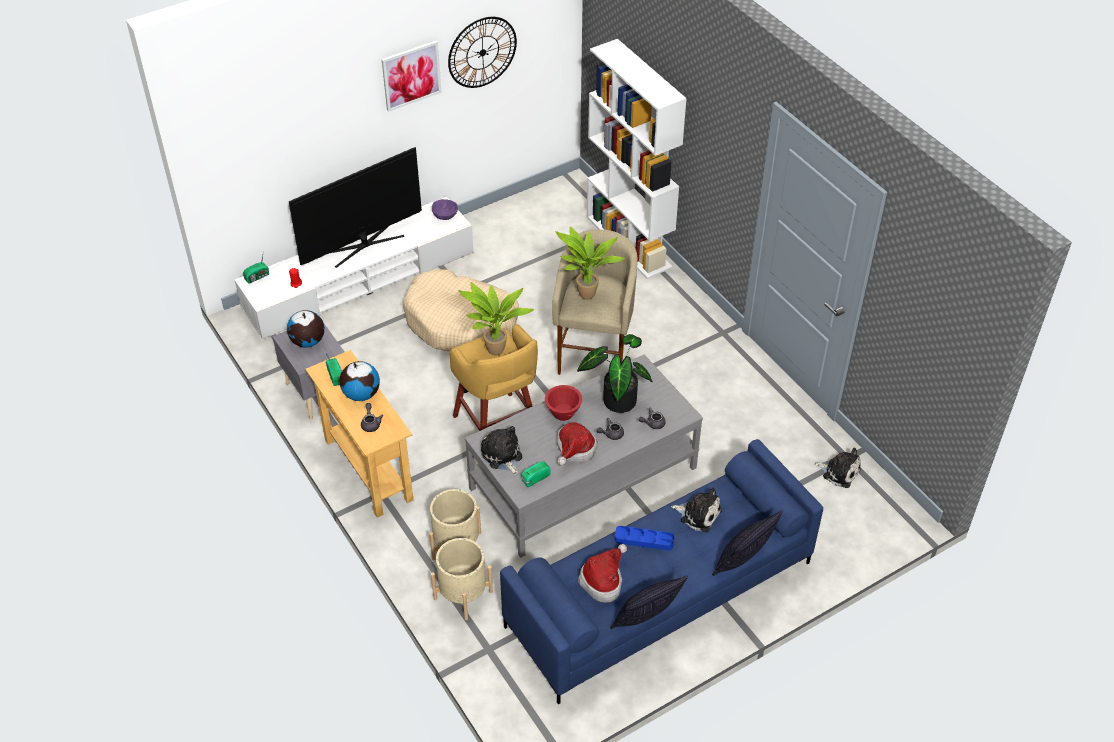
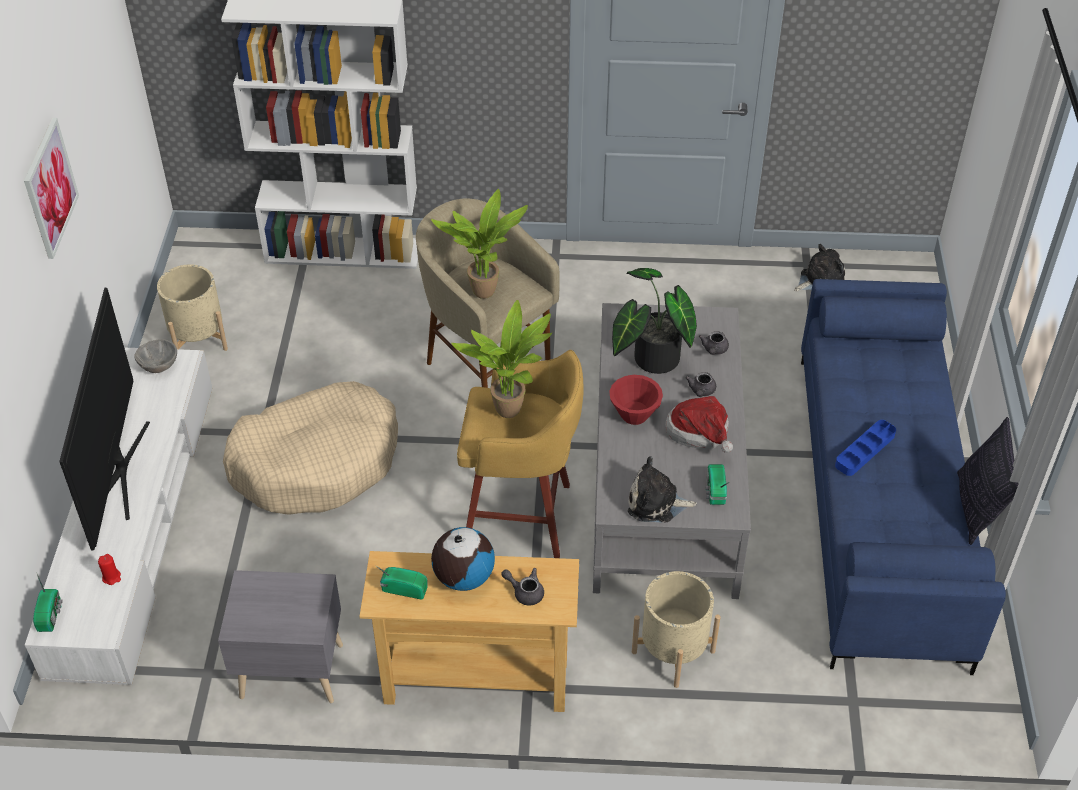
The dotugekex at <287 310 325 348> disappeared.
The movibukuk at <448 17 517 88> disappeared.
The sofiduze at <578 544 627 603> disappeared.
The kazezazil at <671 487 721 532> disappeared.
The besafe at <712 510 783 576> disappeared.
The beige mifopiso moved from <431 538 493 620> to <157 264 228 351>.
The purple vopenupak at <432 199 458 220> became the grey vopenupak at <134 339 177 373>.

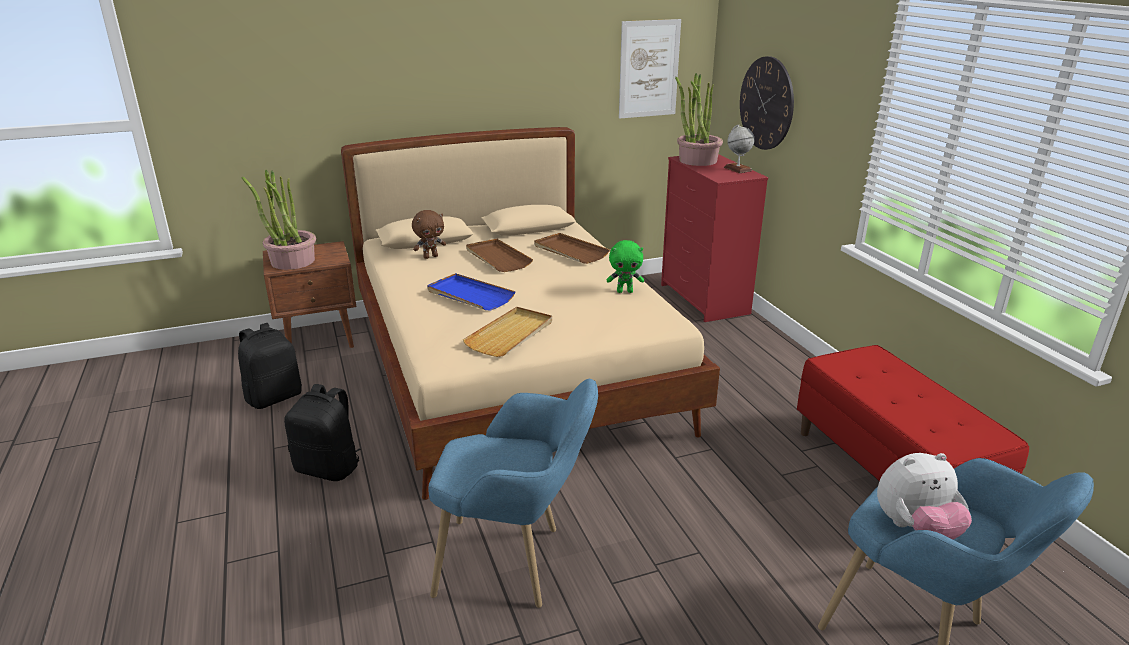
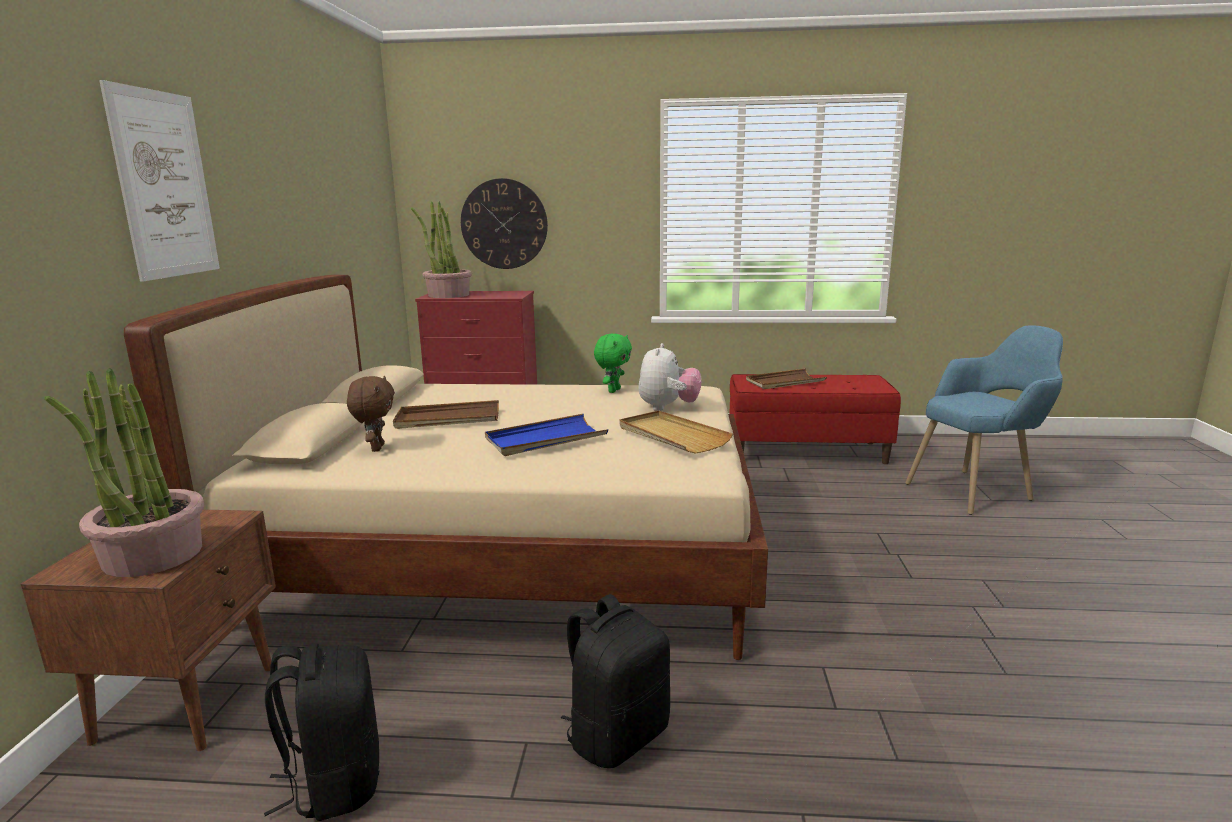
The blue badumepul at <428 379 598 608> disappeared.
The dotugekex at <724 125 755 173> disappeared.
The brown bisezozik moved from <534 233 610 264> to <746 368 827 389>.
The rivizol moved from <619 19 681 119> to <99 80 220 282>.
The kazezazil moved from <877 453 972 540> to <638 343 701 411>.

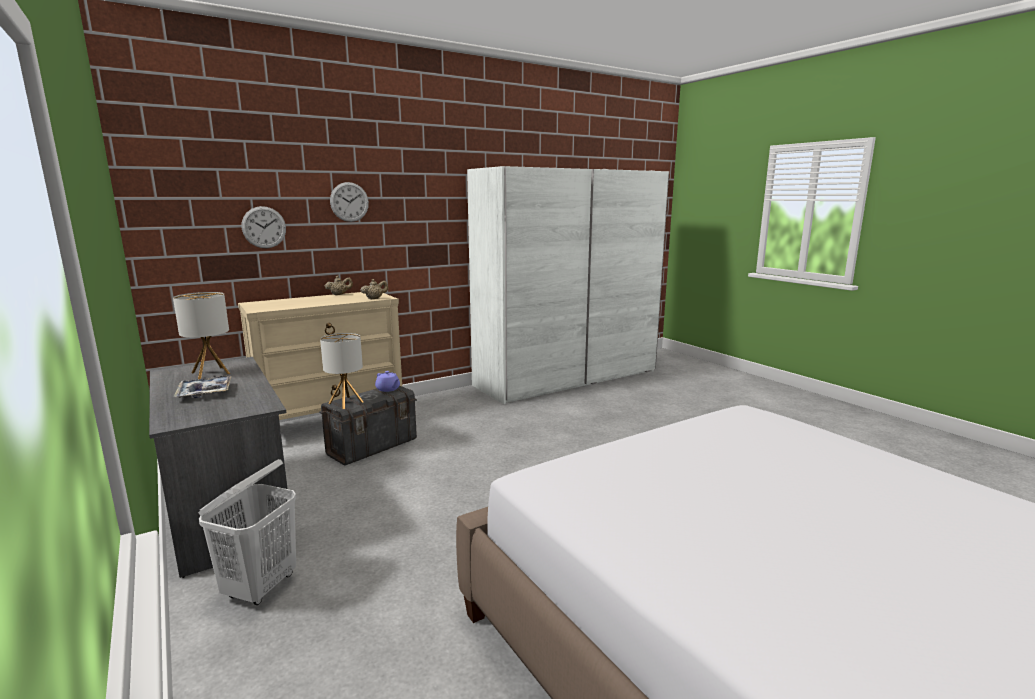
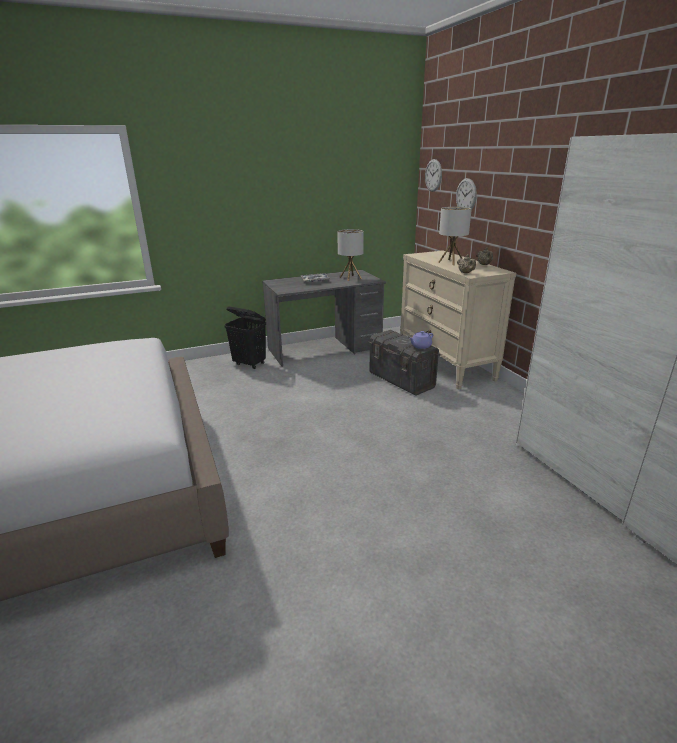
The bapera moved from <320 333 363 409> to <438 207 472 265>.
The movibukuk moved from <330 182 369 222> to <425 159 442 192>.
The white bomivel at <198 459 296 605> became the black bomivel at <224 306 266 369>.

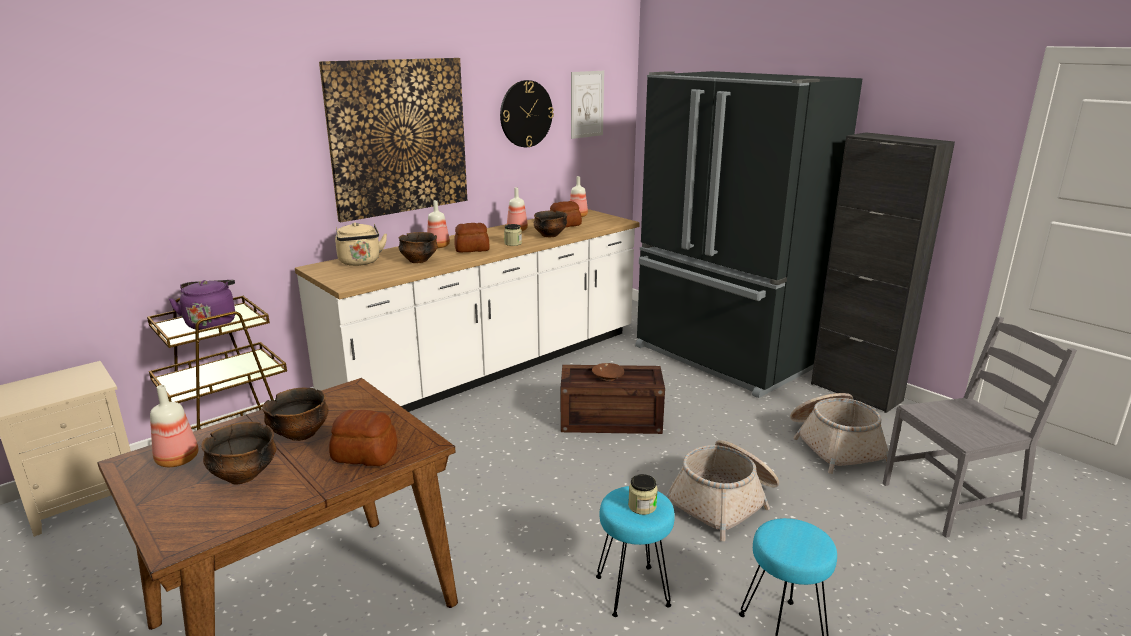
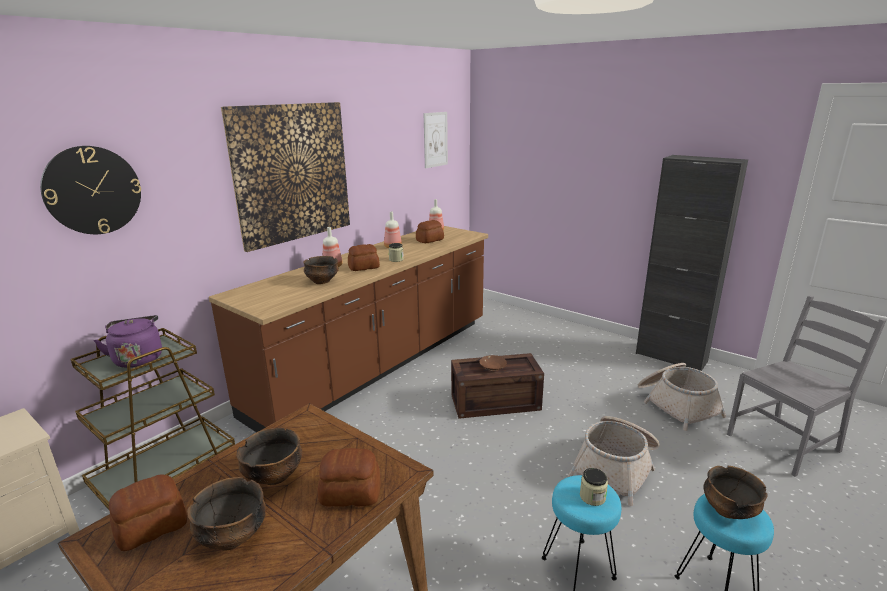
The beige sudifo at <335 222 387 266> disappeared.
The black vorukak at <635 71 863 398> disappeared.
The movibukuk moved from <500 80 554 147> to <40 146 141 234>.
The vopenupak moved from <534 210 568 237> to <704 466 767 519>.
The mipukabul at <150 385 199 467> was replaced by the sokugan at <109 474 187 551>.
The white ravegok at <295 209 640 412> became the brown ravegok at <209 226 488 432>.

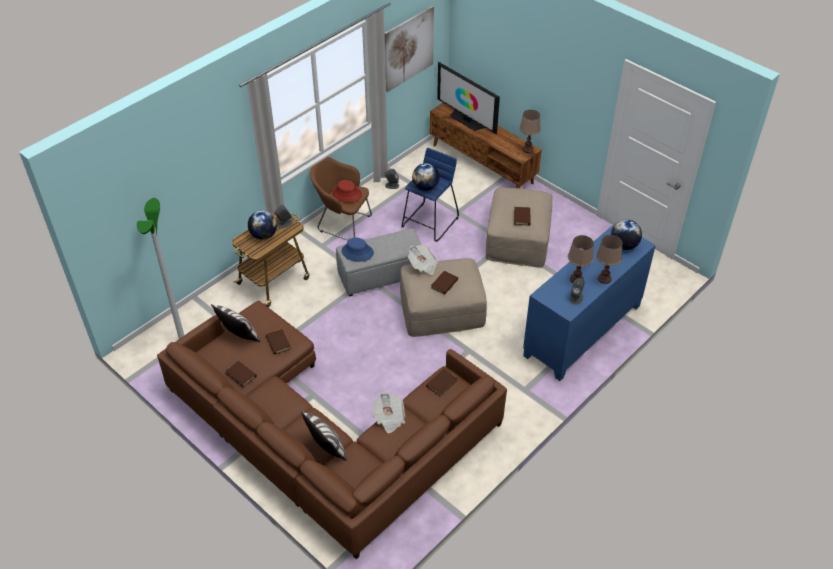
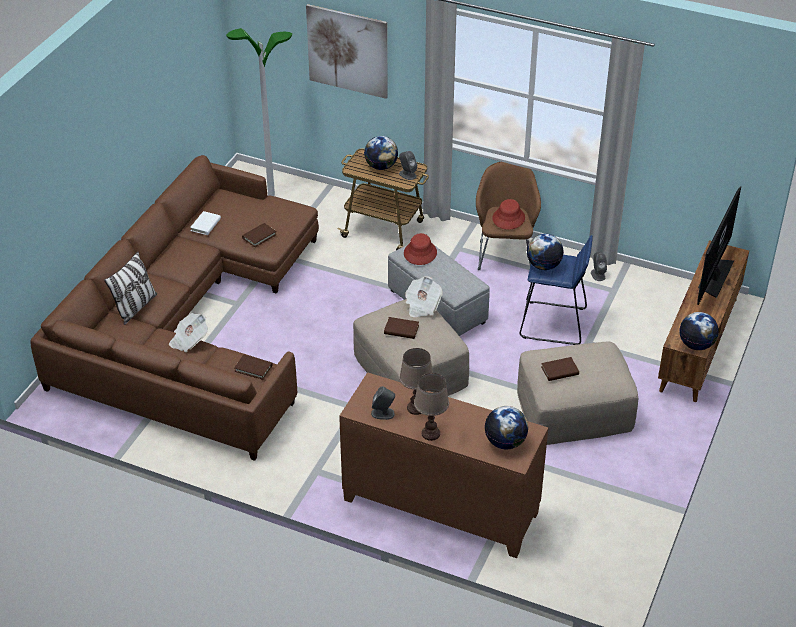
The besafe at <211 304 261 342> disappeared.
The rivizol moved from <384 6 434 92> to <306 4 388 99>.
The brown bapera at <520 110 541 153> was replaced by the dotugekex at <679 312 719 350>.
The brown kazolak at <225 361 257 387> became the white kazolak at <190 211 221 235>.
The blue sofiduze at <341 237 374 262> became the red sofiduze at <404 233 437 265>.
The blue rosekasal at <523 223 656 381> became the brown rosekasal at <339 372 548 558>.

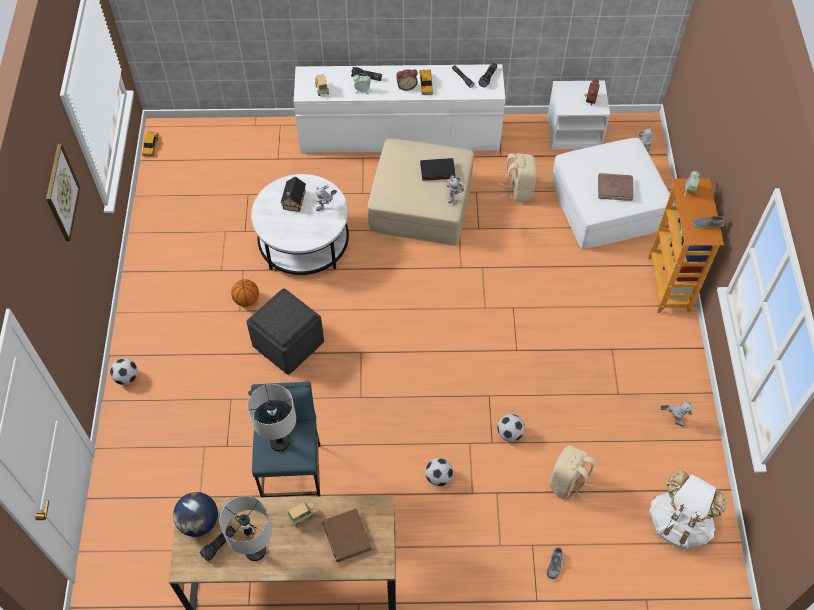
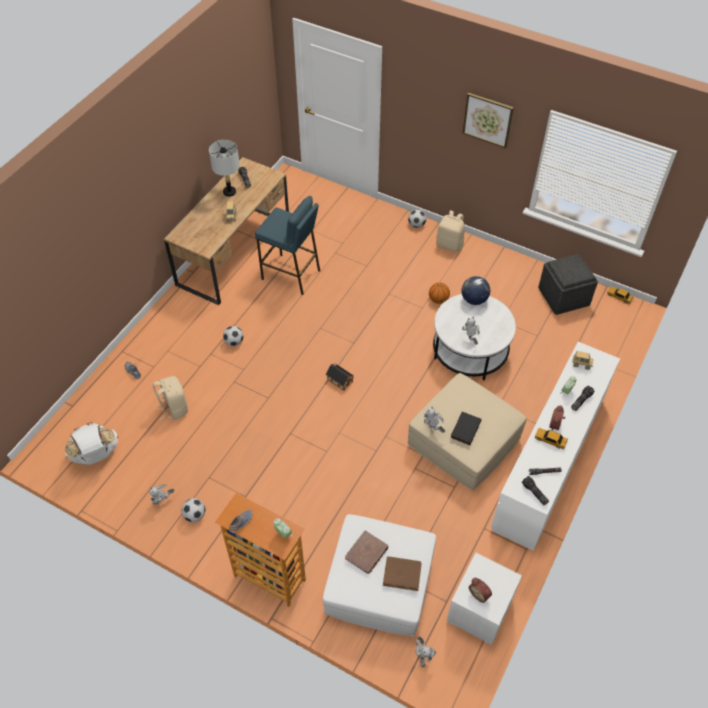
The grey bapera at <248 384 296 452> disappeared.
The dotugekex moved from <173 492 218 537> to <462 276 490 305>.
The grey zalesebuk moved from <246 288 324 375> to <538 254 598 315>.
The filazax moved from <280 177 306 212> to <326 363 354 391>.
The brown kazolak moved from <323 508 371 562> to <383 556 422 591>.
The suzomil moved from <497 414 525 442> to <182 498 205 522>.
The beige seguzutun moved from <499 153 537 202> to <436 210 465 252>.

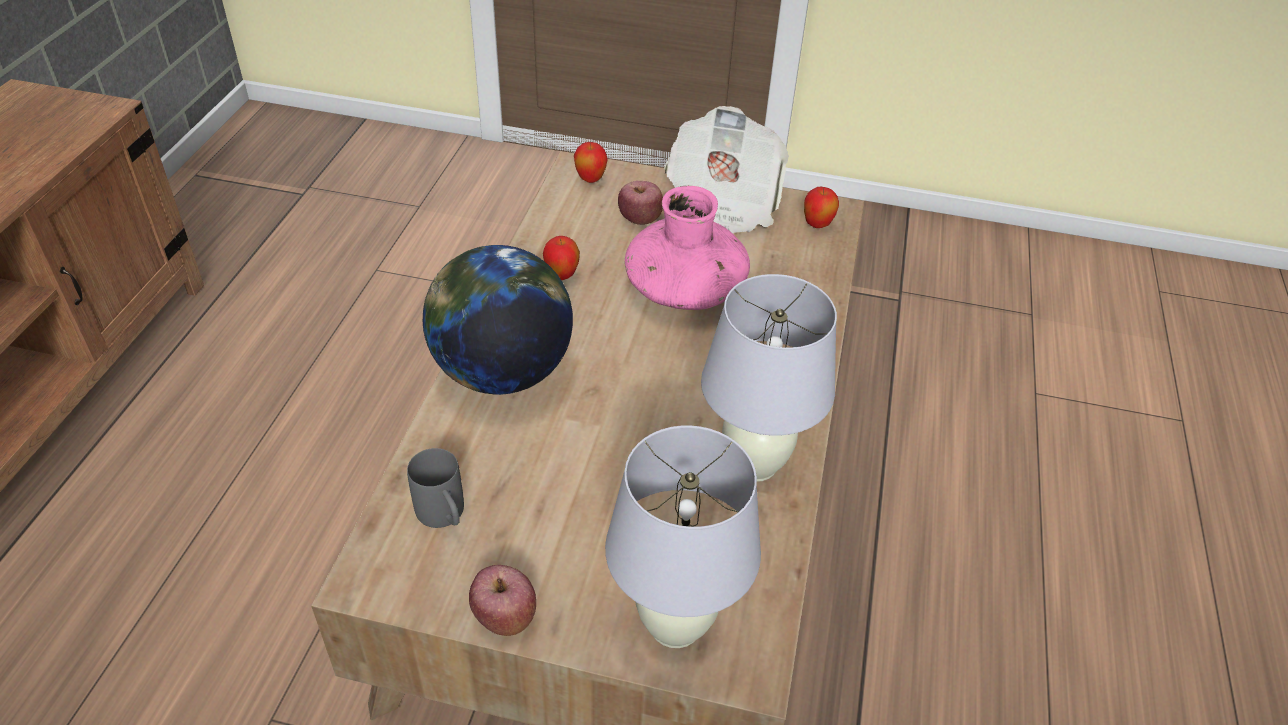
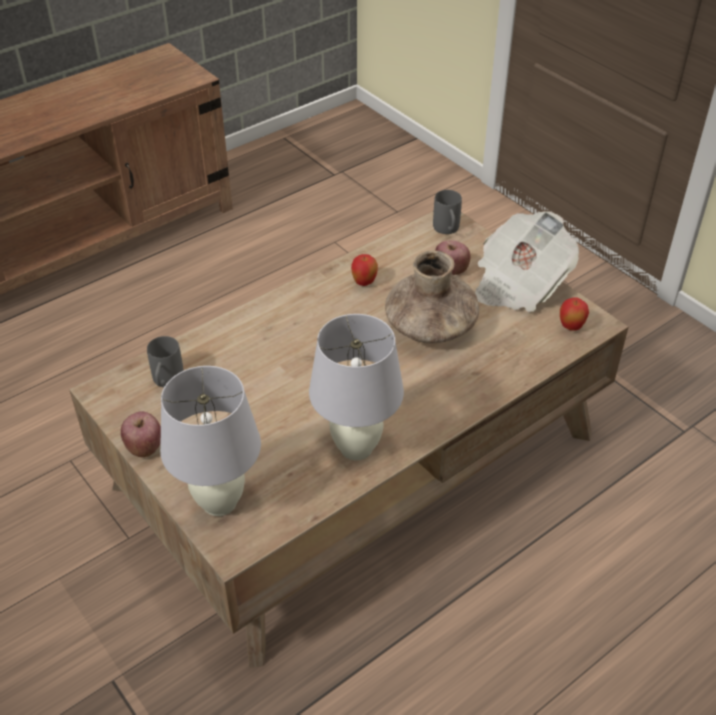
The dotugekex at <423 245 573 395> disappeared.
The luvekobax at <574 142 608 183> was replaced by the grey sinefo at <433 190 462 234>.
The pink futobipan at <625 186 750 310> became the brown futobipan at <385 250 479 344>.

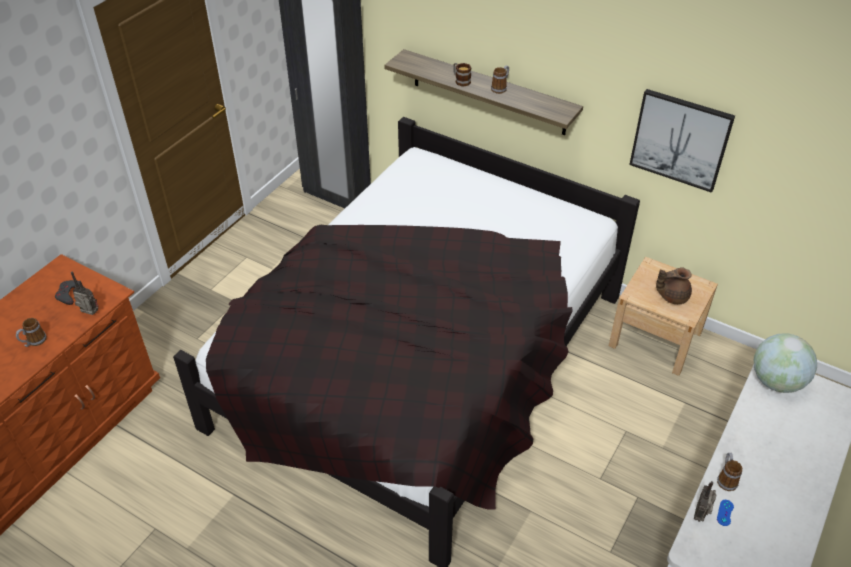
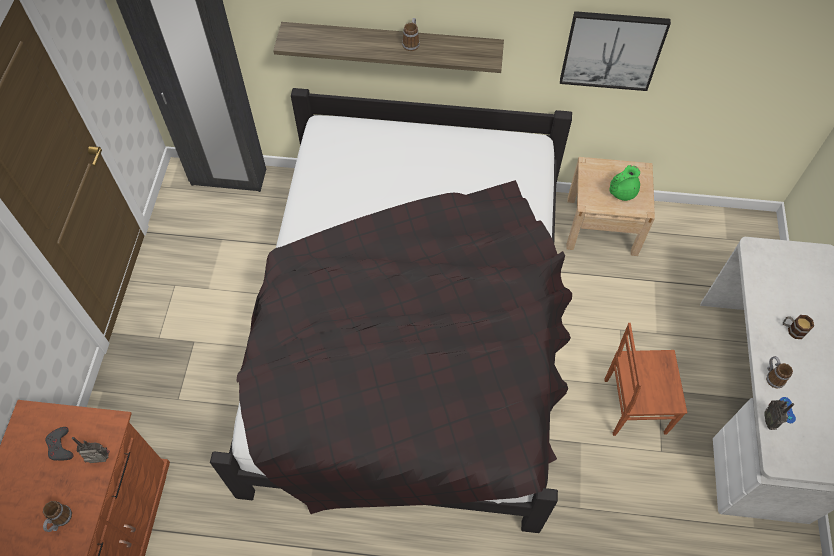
The dotugekex at <754 333 817 393> disappeared.
The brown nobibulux at <604 323 687 436> appeared.
The sinefo moved from <453 63 472 87> to <783 315 814 339>.
The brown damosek at <656 267 692 304> became the green damosek at <609 165 640 201>.

